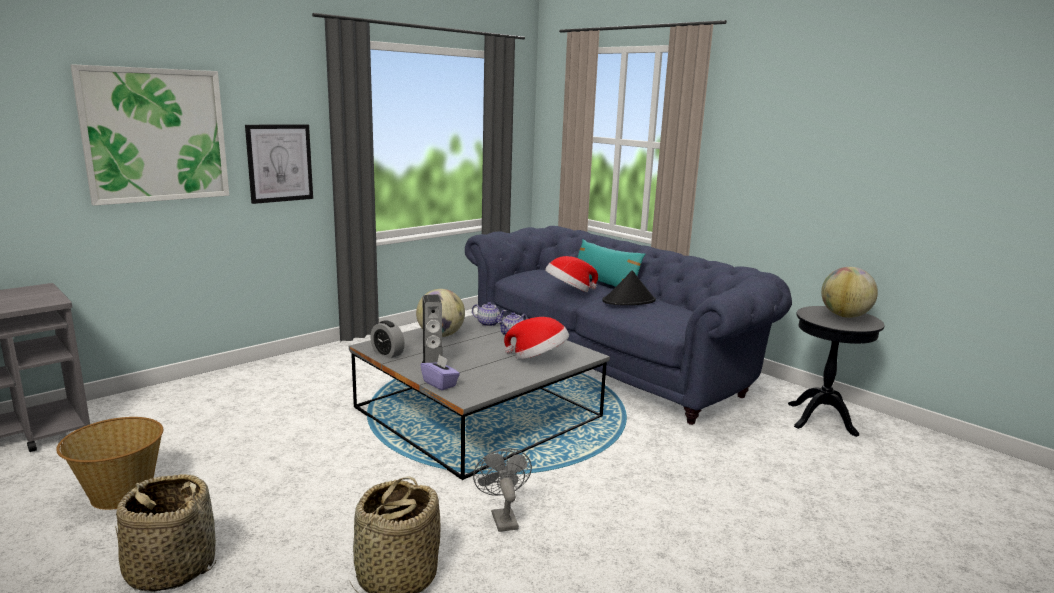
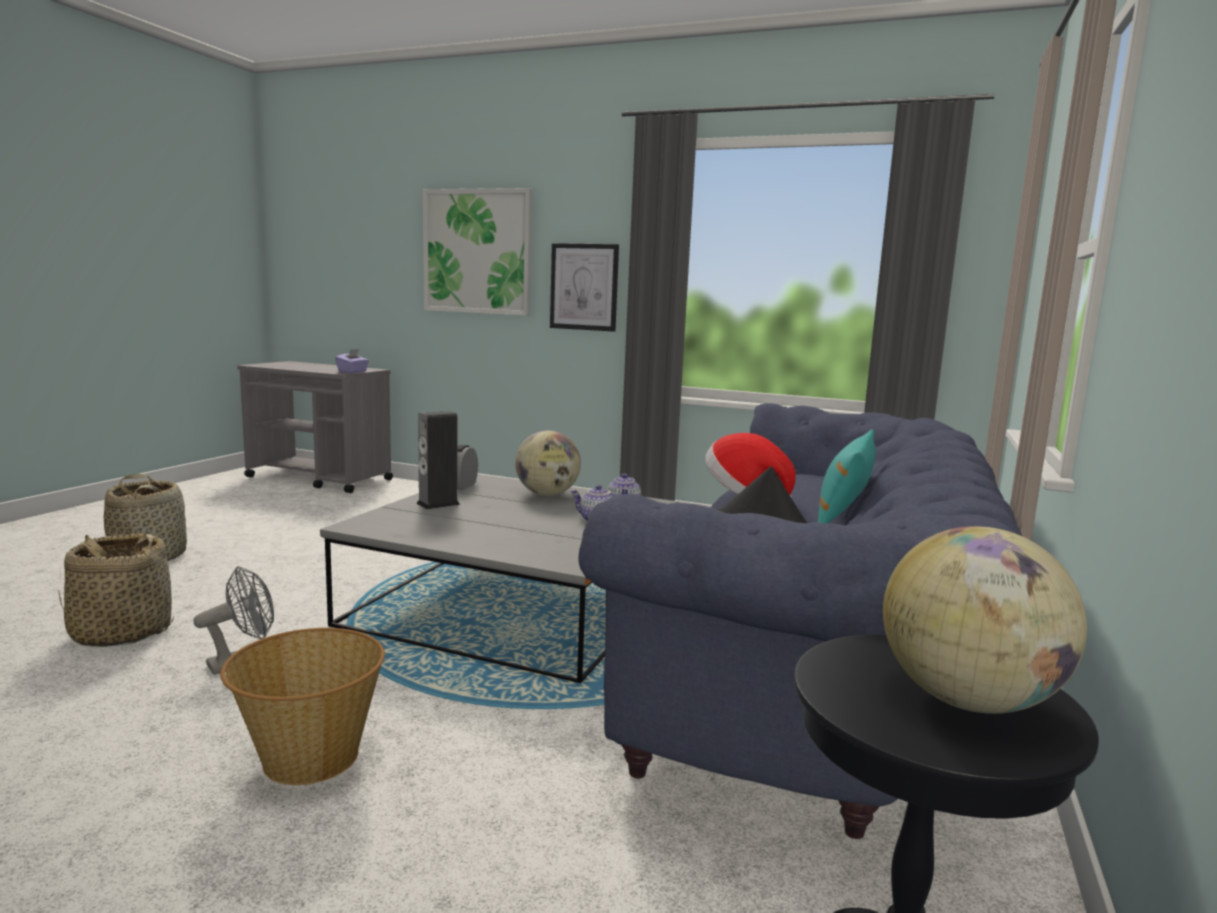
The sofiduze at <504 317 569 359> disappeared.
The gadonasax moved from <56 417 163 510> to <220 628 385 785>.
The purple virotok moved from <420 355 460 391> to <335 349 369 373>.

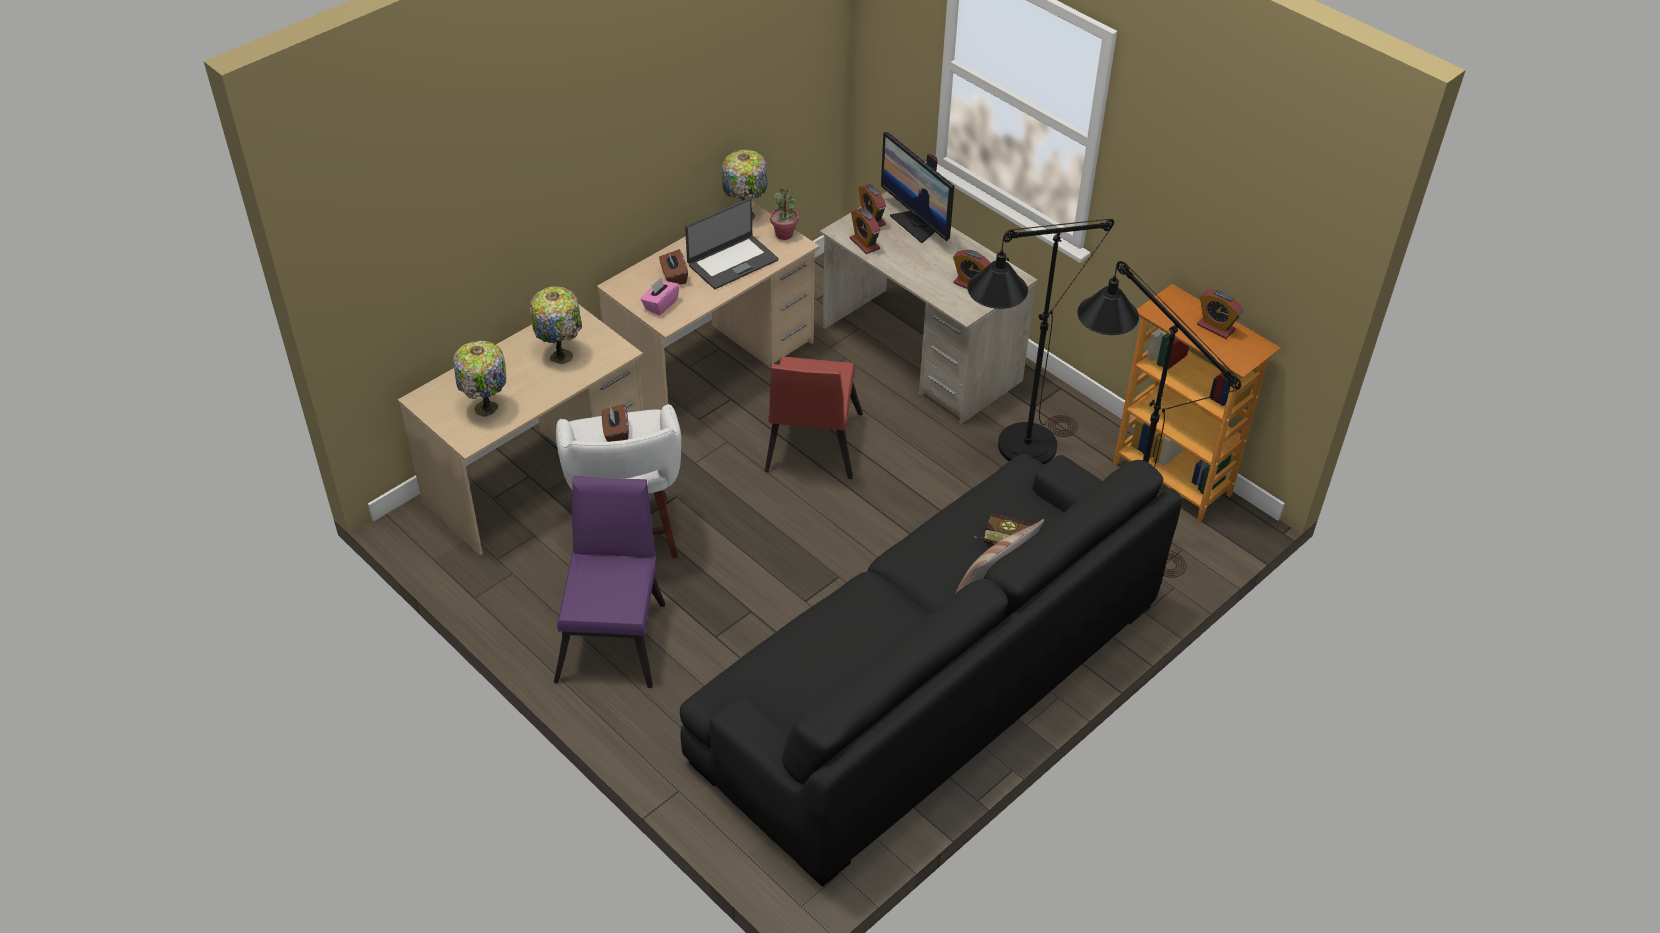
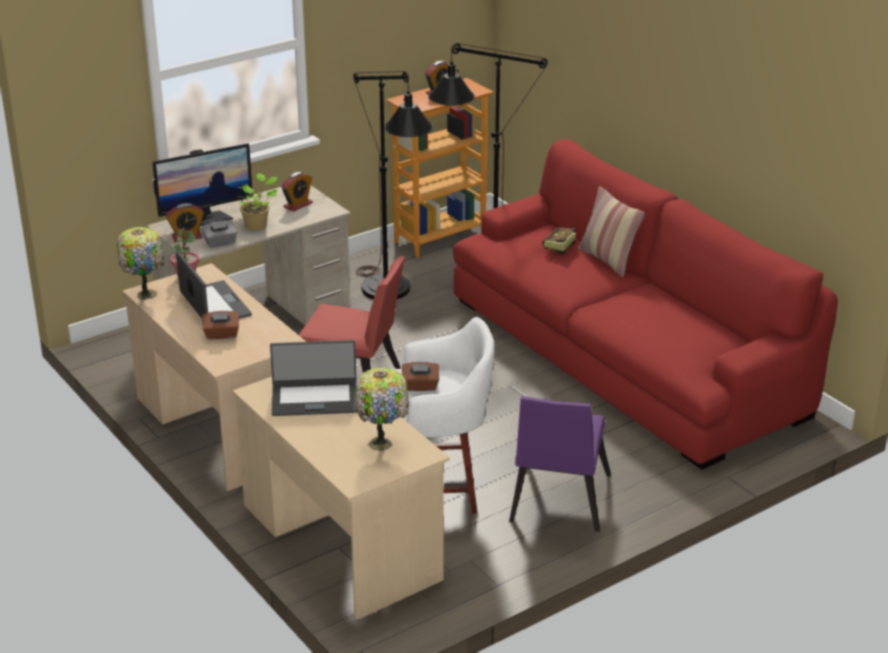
The pink virotok at <641 277 680 315> disappeared.
The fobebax at <238 173 279 230> appeared.
The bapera at <530 286 582 365> was replaced by the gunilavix at <270 340 357 416>.
The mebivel at <850 208 881 254> was replaced by the grey virotok at <201 220 238 248>.
The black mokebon at <680 454 1182 887> became the red mokebon at <453 140 838 470>.
The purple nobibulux at <554 475 665 688> turned 90 degrees counterclockwise.

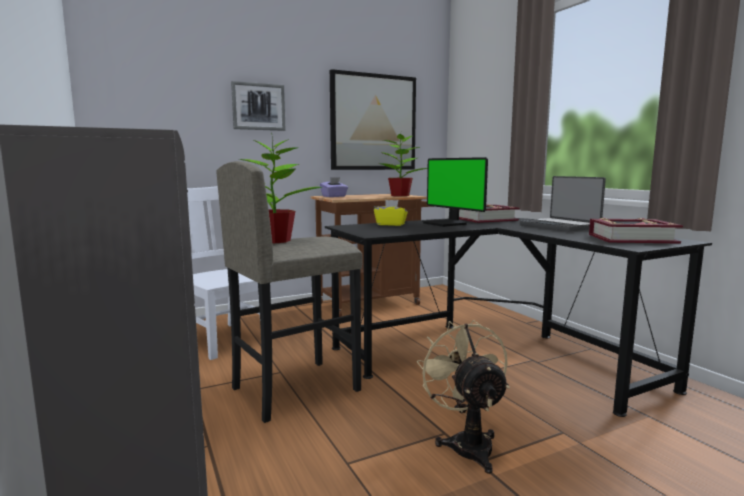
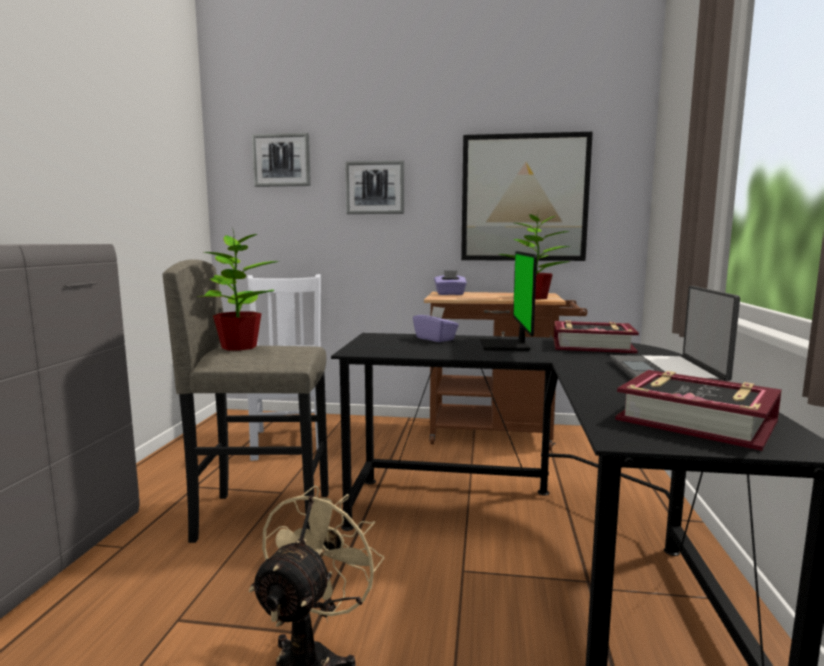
The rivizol at <252 133 311 187> appeared.
The yellow virotok at <374 200 408 226> became the purple virotok at <413 306 459 342>.

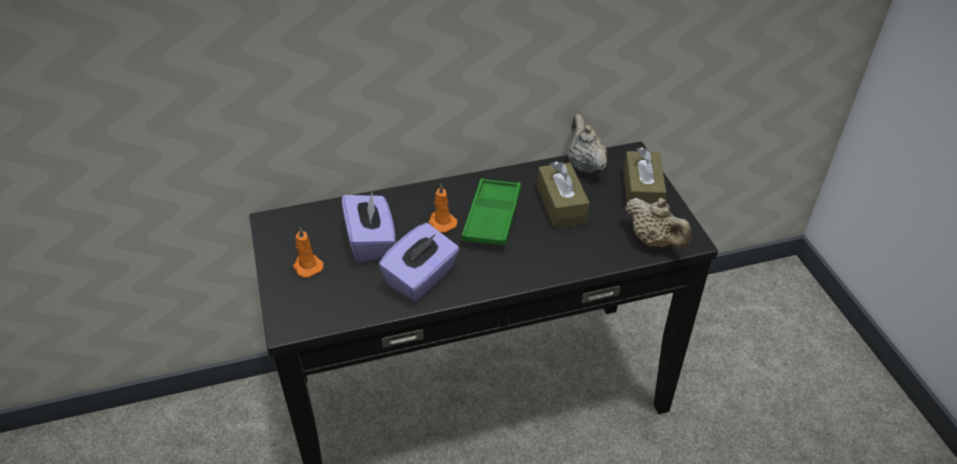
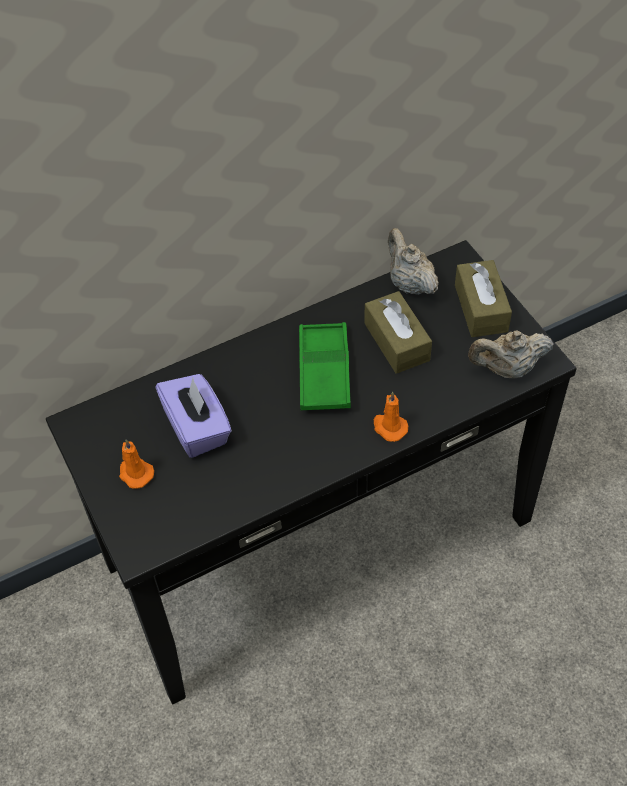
The purple virotok at <379 223 459 301> disappeared.
The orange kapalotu moved from <428 184 457 233> to <374 392 408 442>.
The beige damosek at <625 198 692 248> turned 135 degrees clockwise.

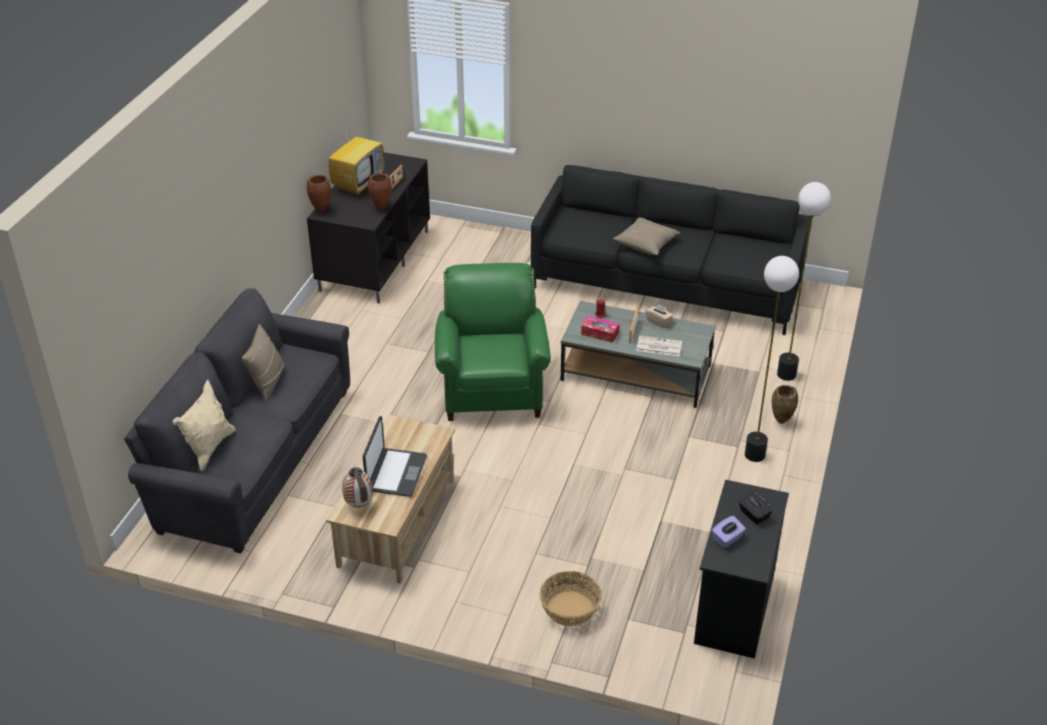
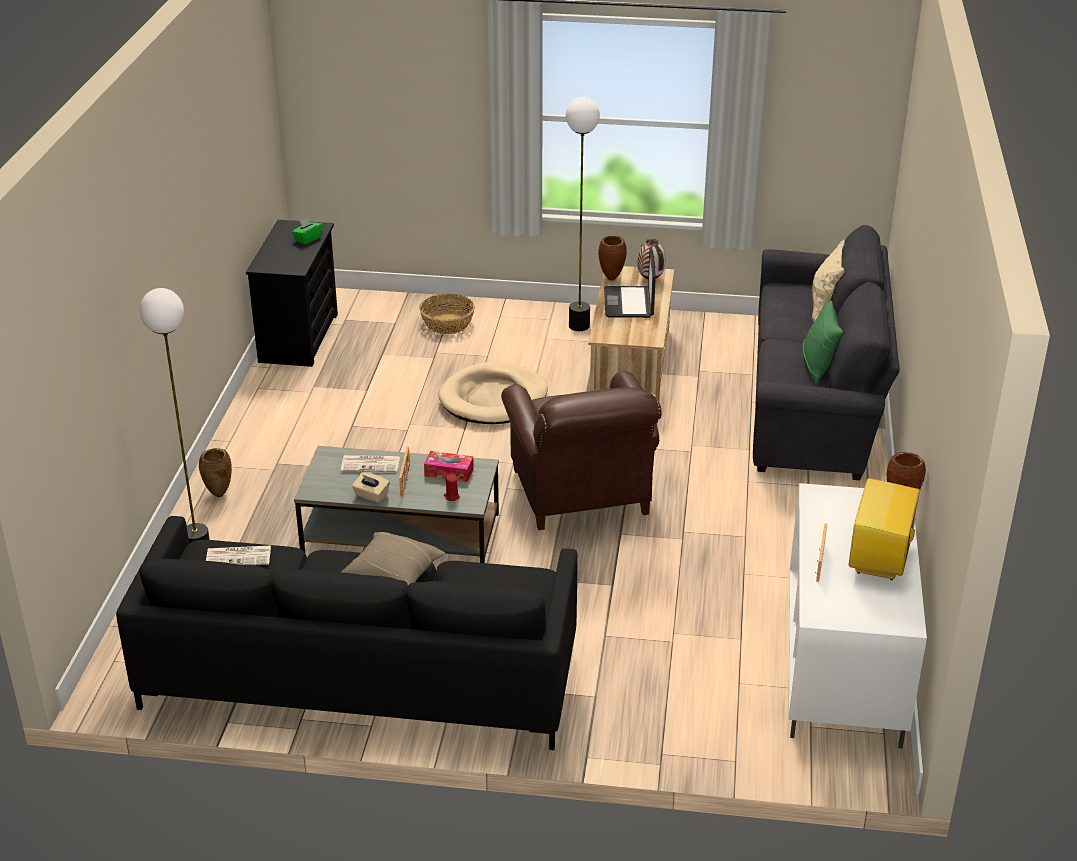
The black virotok at <739 491 773 524> disappeared.
The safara at <206 546 271 565> appeared.
The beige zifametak at <438 362 548 424> appeared.
The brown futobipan moved from <368 173 392 210> to <598 236 627 281>.
The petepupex moved from <745 256 799 462> to <566 97 600 331>.
The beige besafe at <242 324 284 400> became the green besafe at <802 300 843 384>.
The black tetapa at <307 152 430 303> became the white tetapa at <789 483 927 749>.
The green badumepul at <435 263 551 421> became the brown badumepul at <501 371 661 530>.
The purple virotok at <711 516 746 548> became the green virotok at <292 217 323 244>.

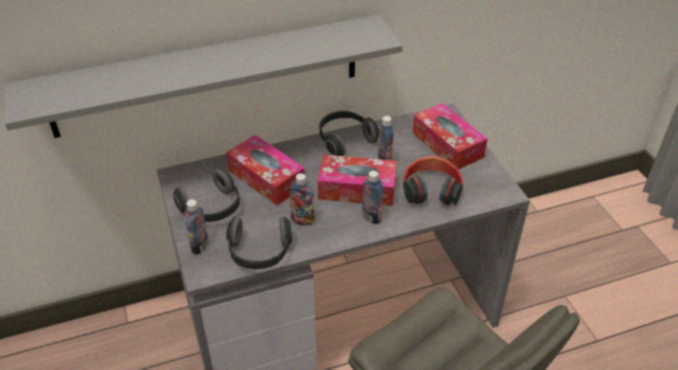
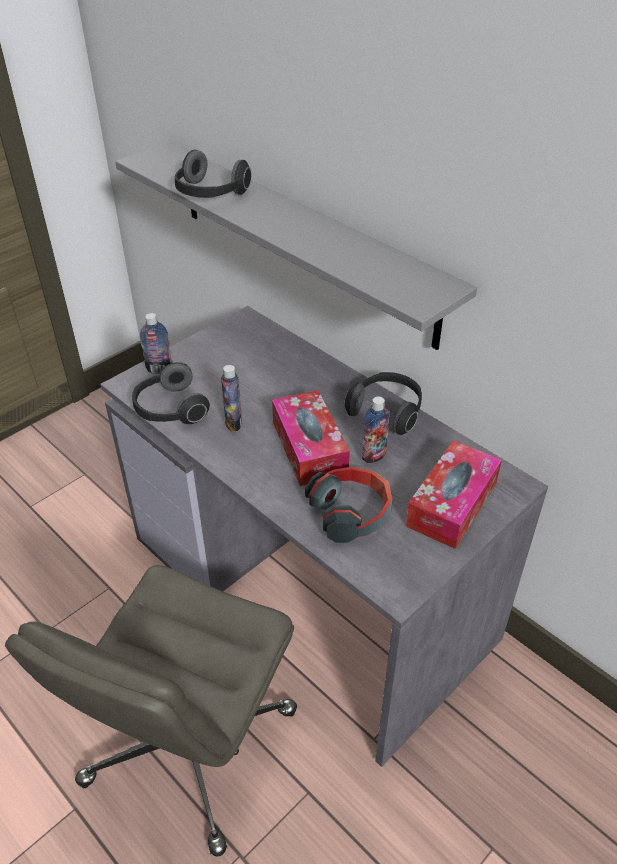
The virotok at <226 135 305 206> disappeared.
The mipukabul at <362 171 383 224> disappeared.
The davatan moved from <173 168 240 222> to <175 150 252 198>.

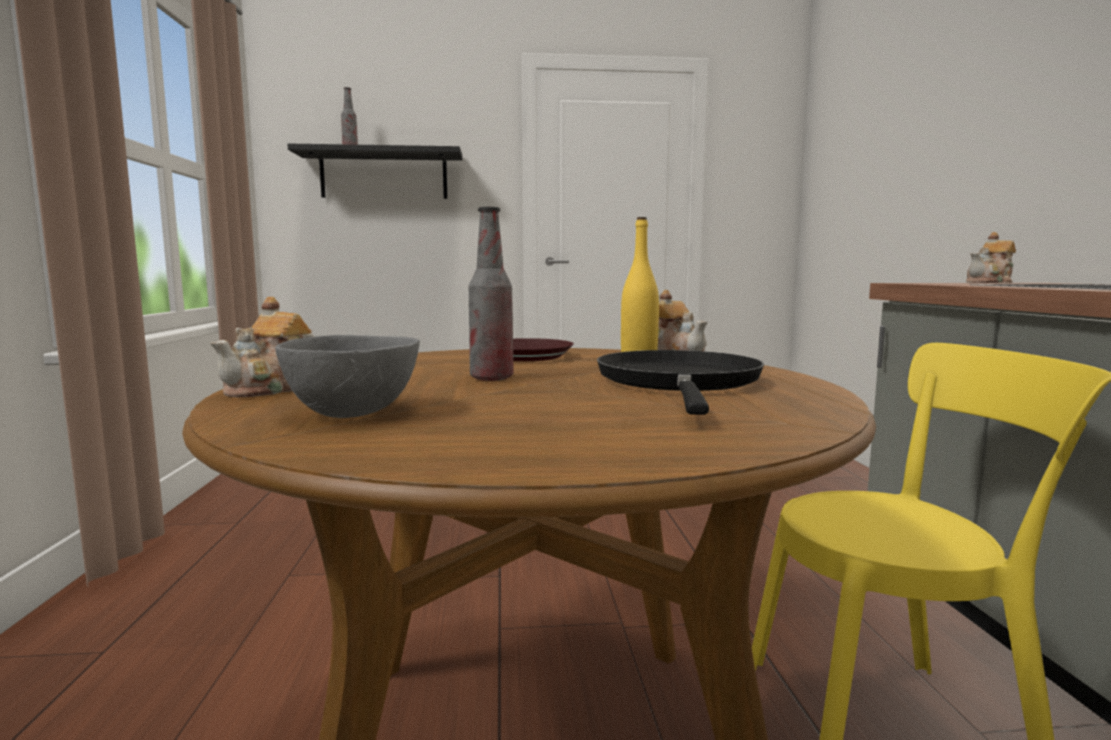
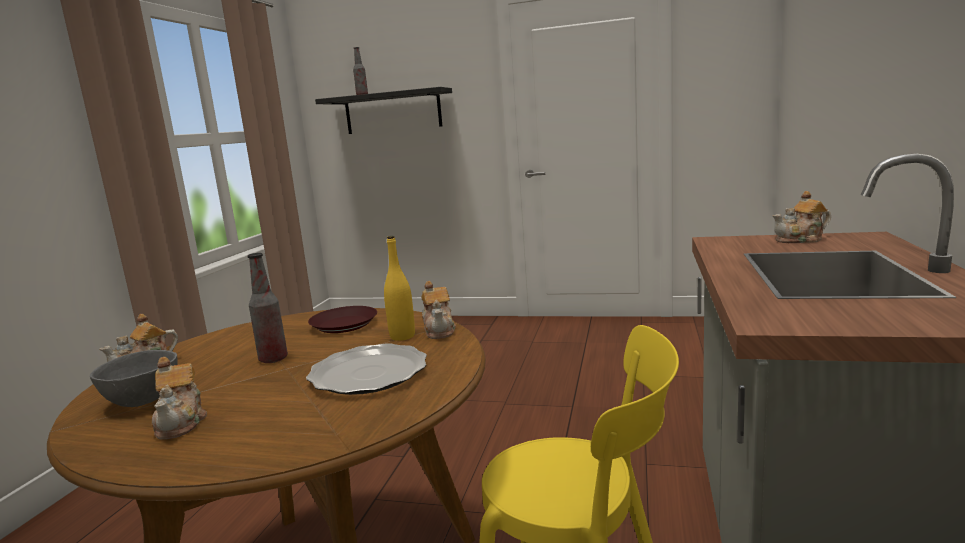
The damosek at <152 357 207 440> appeared.
The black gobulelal at <597 350 764 415> was replaced by the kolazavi at <306 343 427 395>.

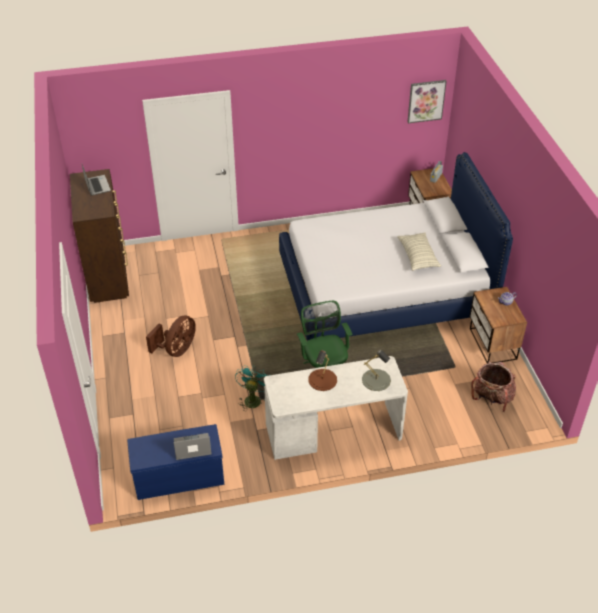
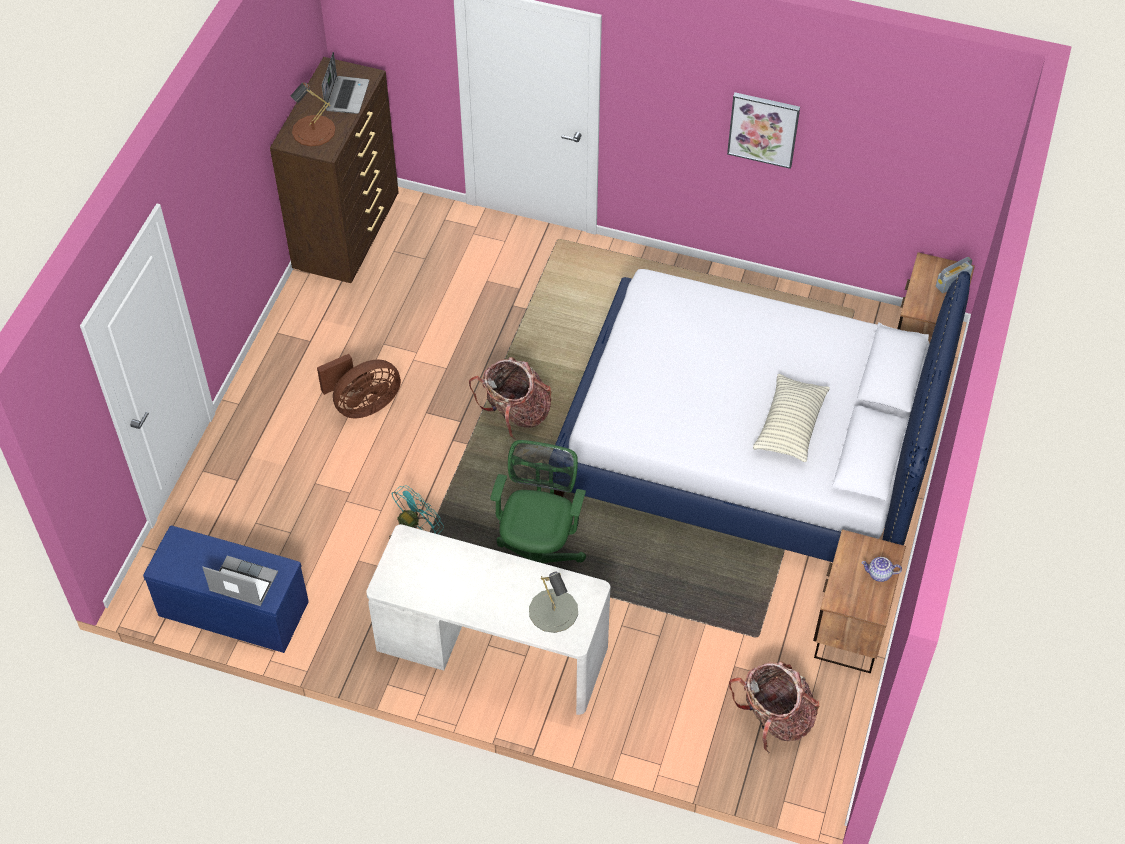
The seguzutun at <469 357 551 439> appeared.
The brown bapera moved from <308 350 337 391> to <291 82 336 146>.
The rivizol moved from <408 80 447 123> to <727 92 800 169>.

